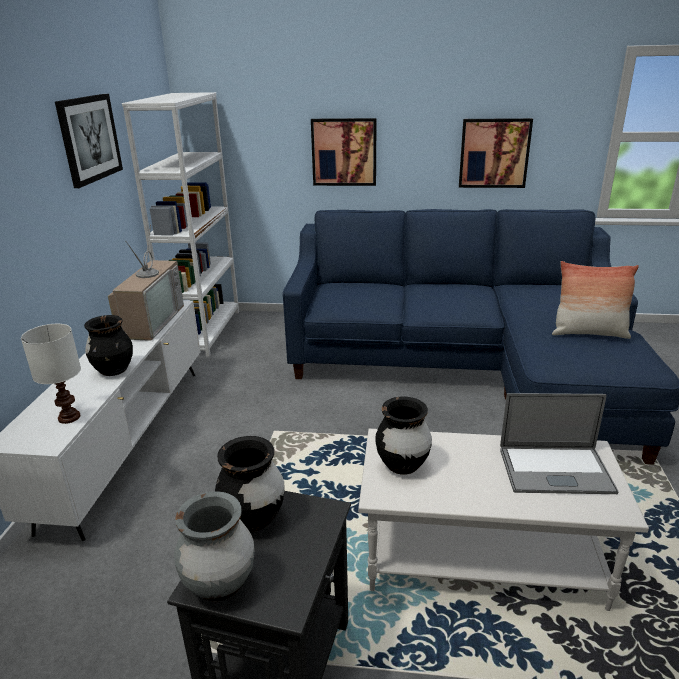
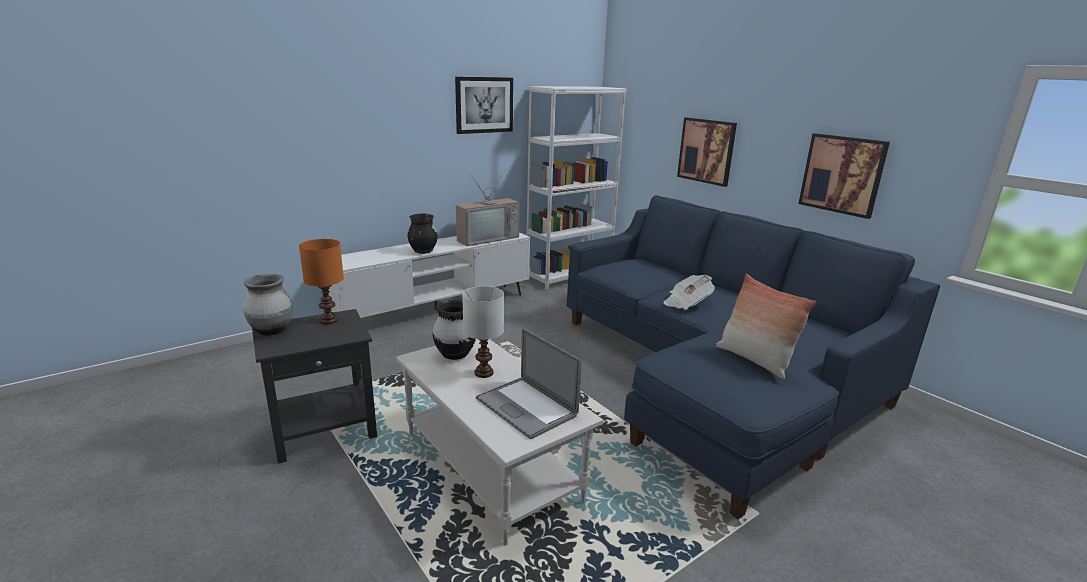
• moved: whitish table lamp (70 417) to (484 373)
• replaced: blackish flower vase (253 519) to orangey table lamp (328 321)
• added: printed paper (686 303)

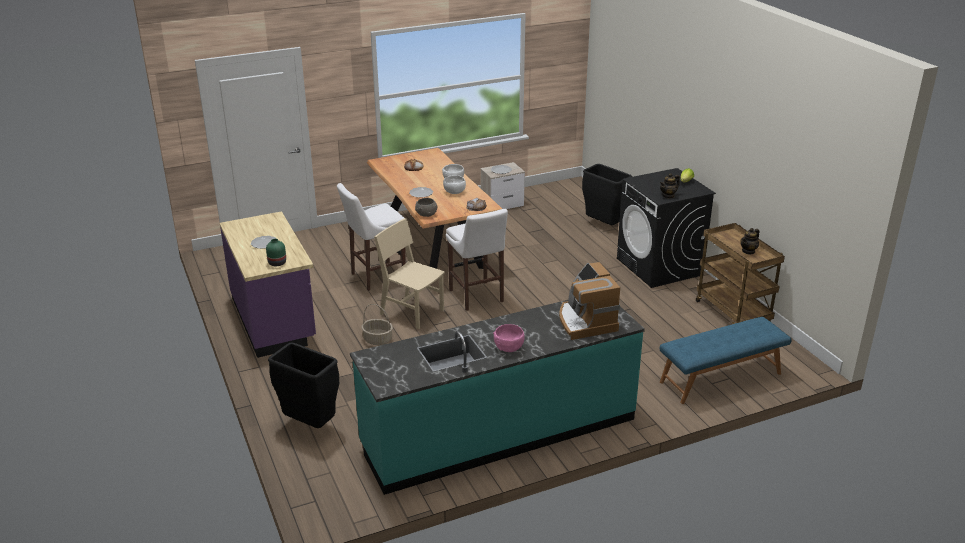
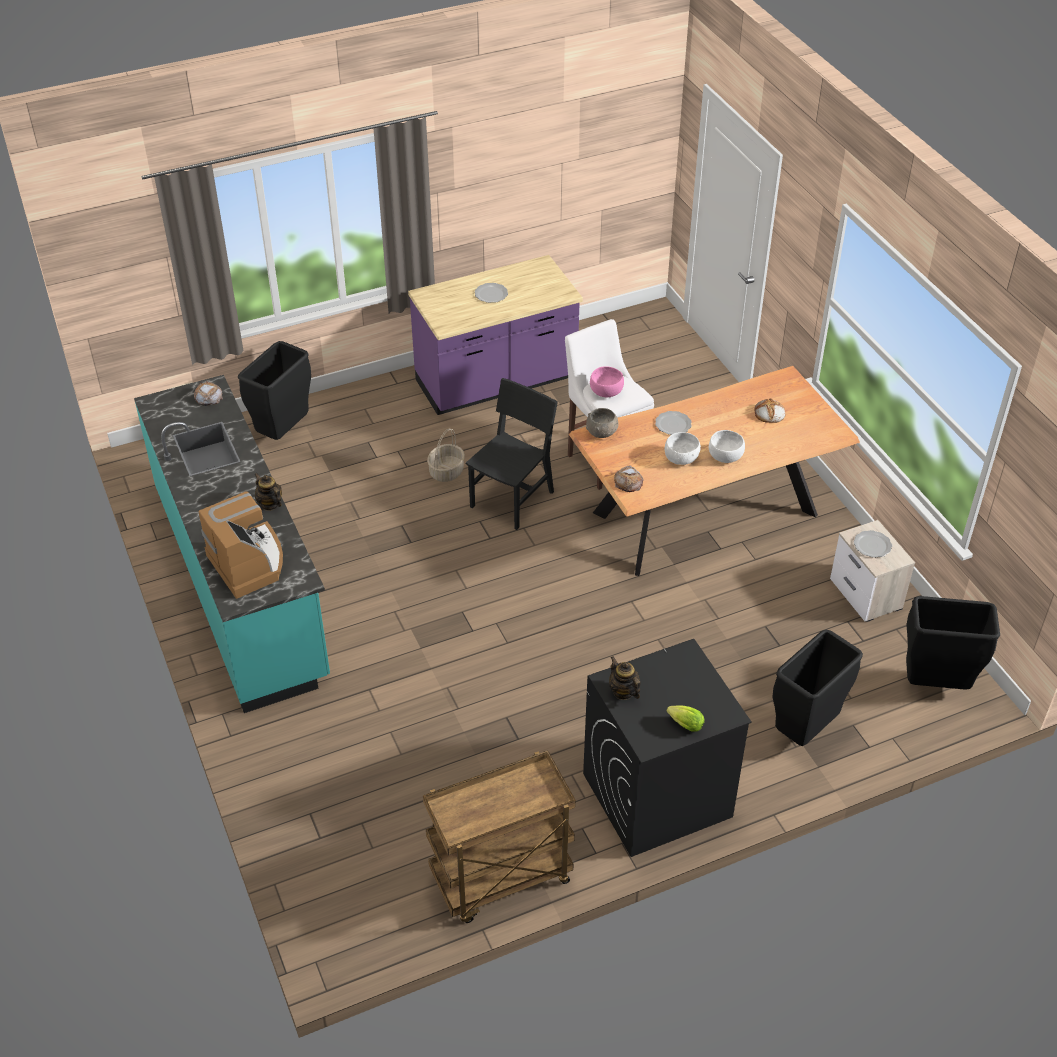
• removed: whitish sitting stool (477 297)
• recoloured: beige chair (412 312) to blackish chair (512 499)
• moved: tea pot (748 251) to (270 504)
• removed: green flower vase (277 263)
• turned: coffee maker (585 321) = (249 563) 75 degrees clockwise
• removed: blue bench (721 378)
• moved: pinkish serving bowl (508 347) to (606 392)
• added: bread (208 397)
• added: blackish trash can (935 684)

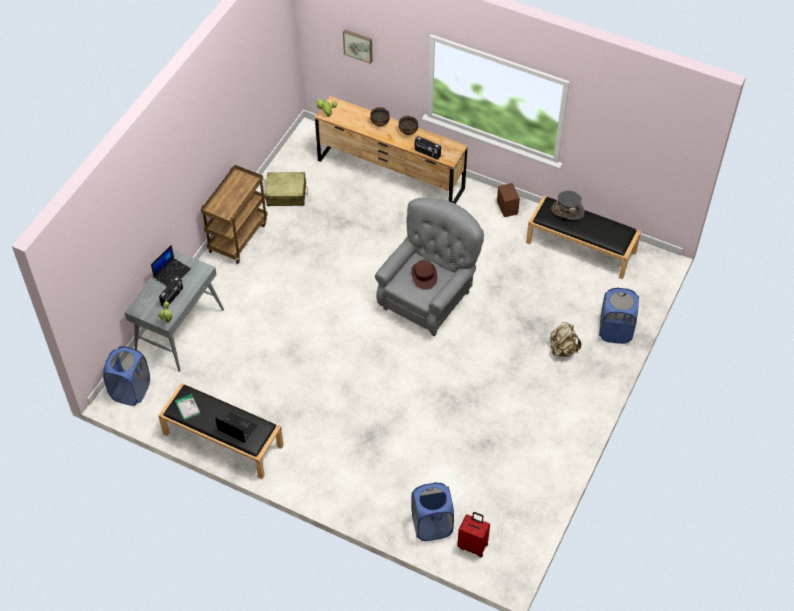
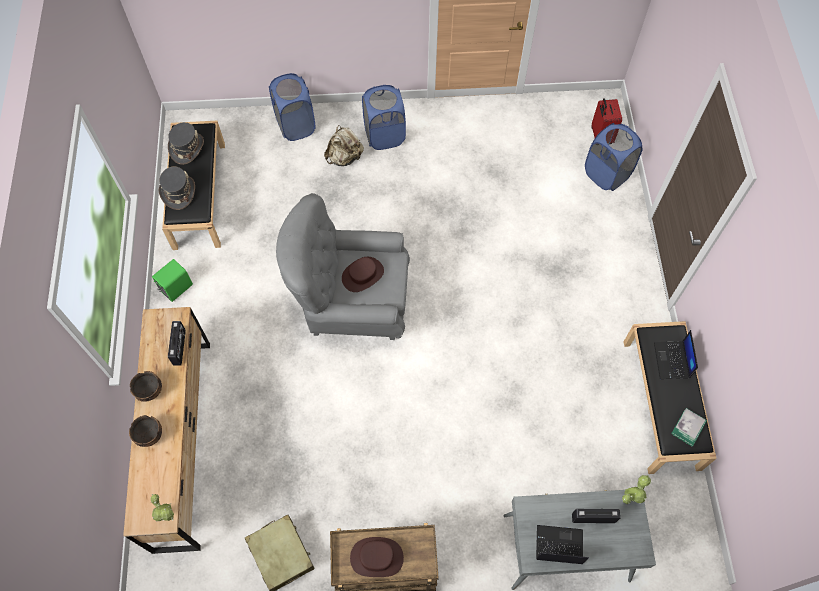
• removed: wall picture (358 45)
• recoloured: brown-coloured audio speaker (507 208) to green audio speaker (175 287)
• moved: blue hamper (131 391) to (384 135)
• added: gray hat (187 148)
• added: brown-coloured hat (376 557)

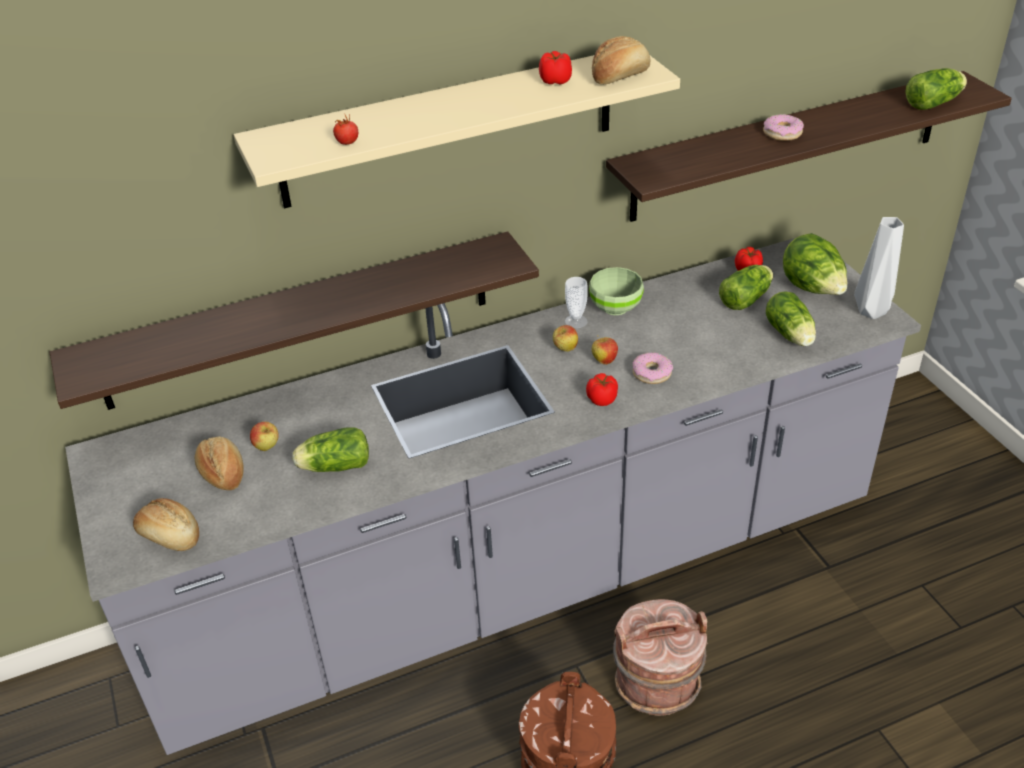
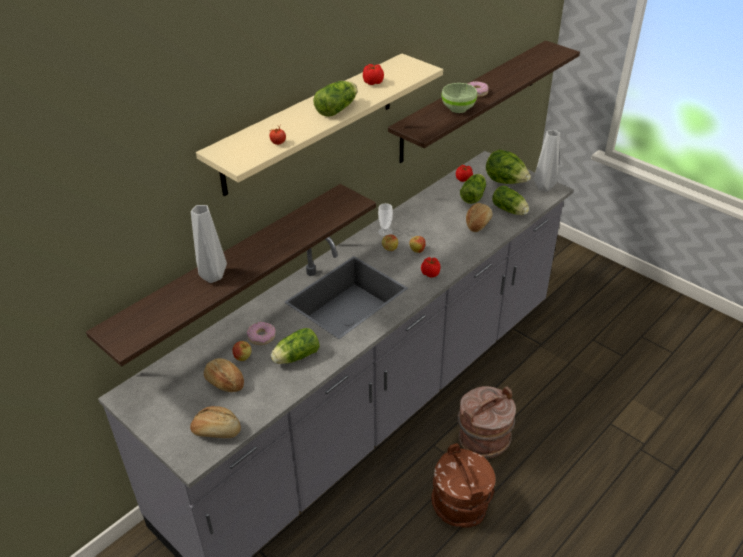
• moved: bread (619 76) to (478 224)
• moved: lettuce head (935 103) to (338 109)
• moved: green serving bowl (615 308) to (458 109)
• moved: donut (652 373) to (261 336)
• added: gray flower vase (213 276)

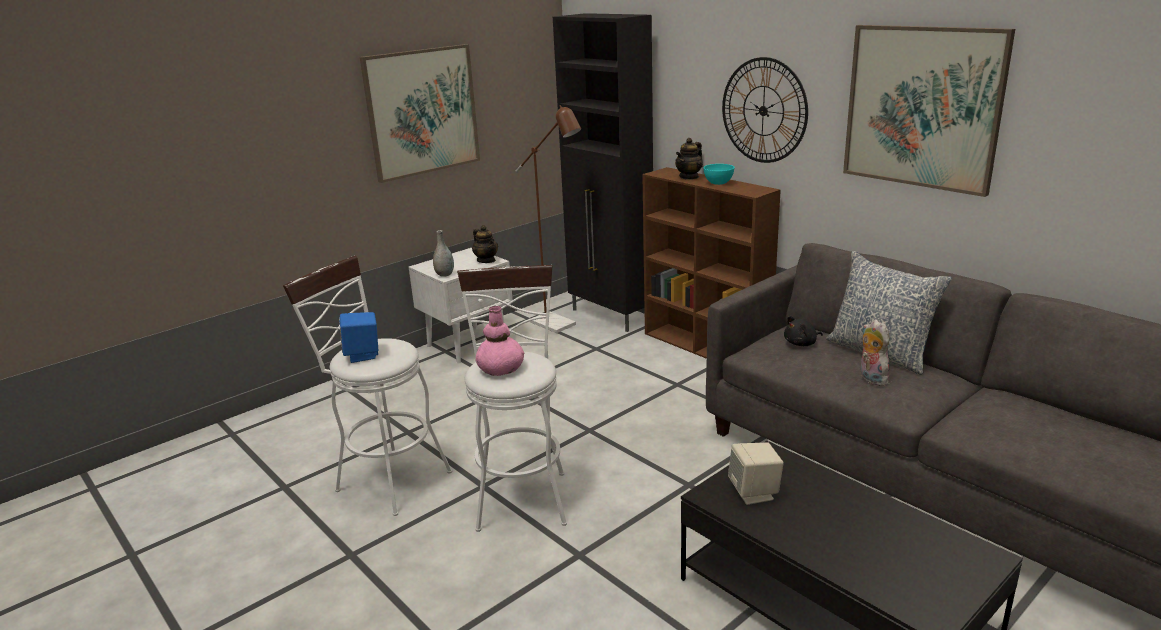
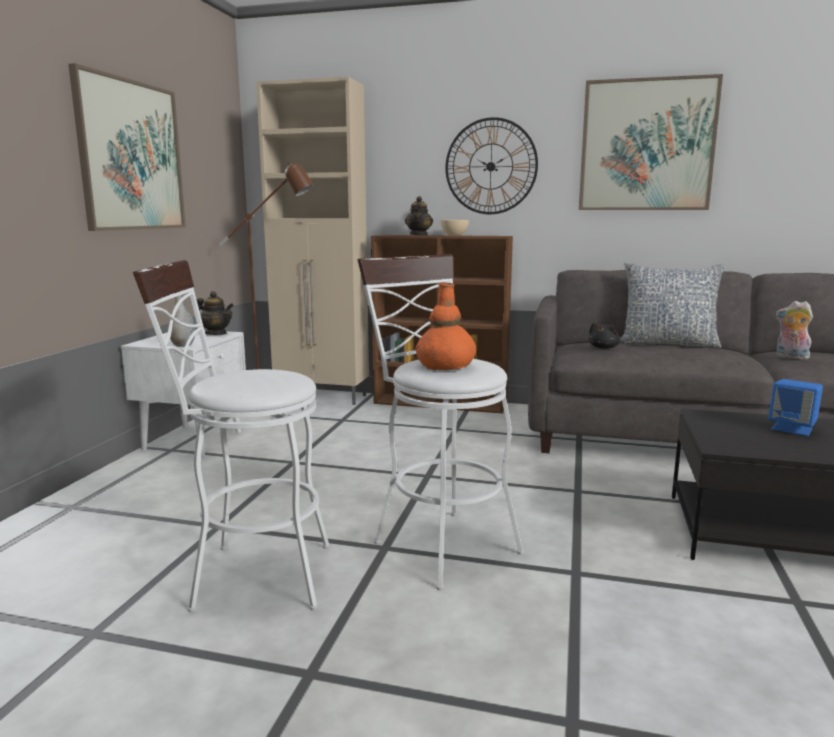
• recoloured: blackish cabinet (611 316) to beige cabinet (323 397)
• recoloured: turquoise serving bowl (718 183) to beige serving bowl (454 235)
• recoloured: pinkish flower vase (500 368) to orangey flower vase (445 366)
• moved: blue audio speaker (363 355) to (792 429)
• moved: soft toy (870 379) to (790 357)
• removed: beige audio speaker (754 493)

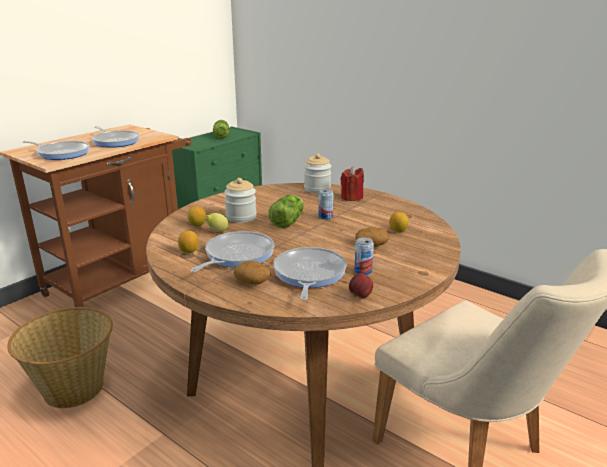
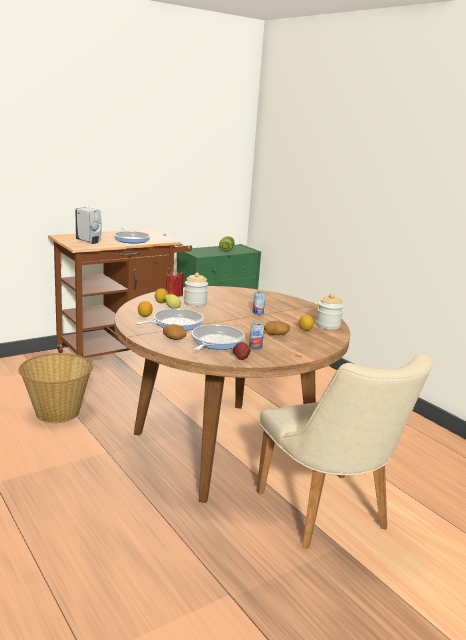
• replaced: skillet (61 153) to whitish liquid soap bottle (89 242)
• moved: jar (317 189) to (328 325)
• moved: red-coloured wax candle (351 197) to (174 294)
• removed: lettuce head (288 221)

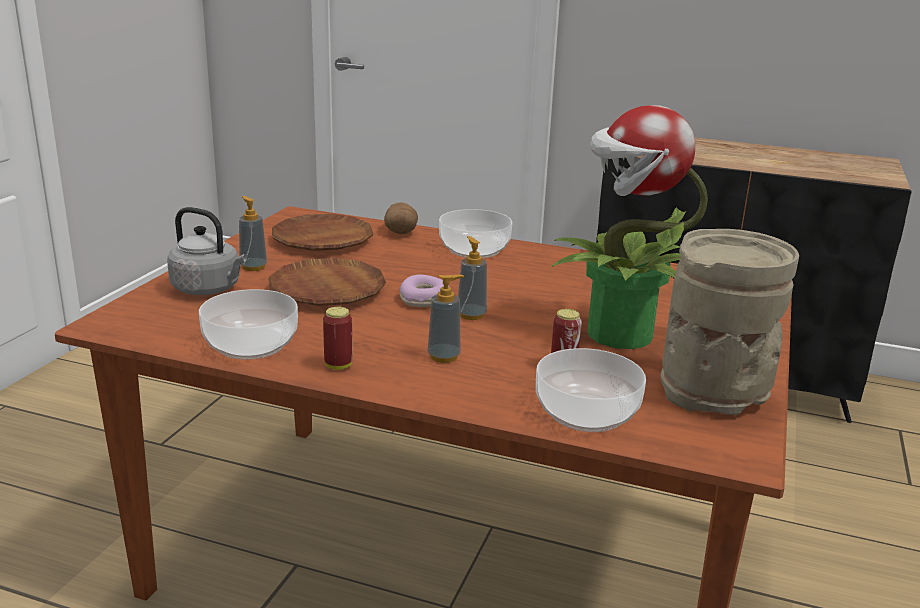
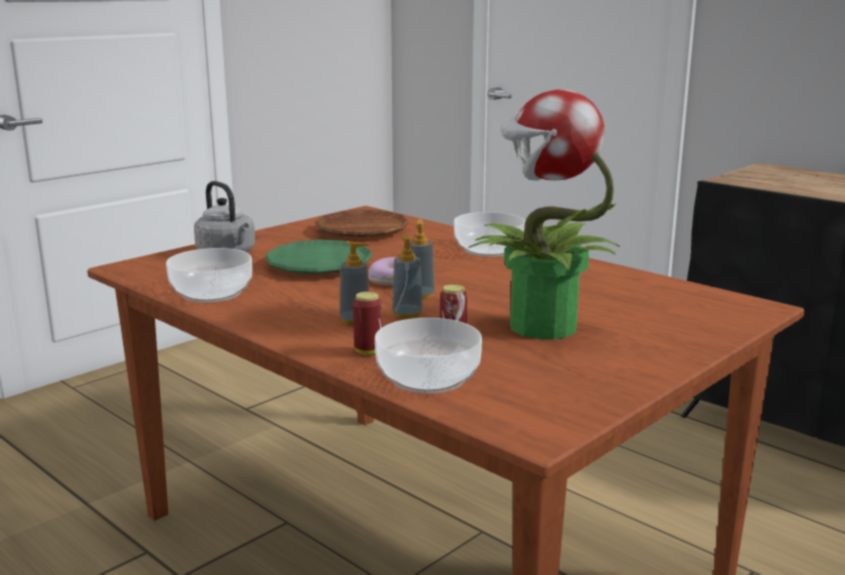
• moved: liquid soap bottle (253 267) to (407 315)
• removed: spud (400 232)
• removed: beige flower vase (715 392)
• recoloured: brown-coloured plate (327 290) to green plate (319 265)
• moved: sealed can (338 366) to (368 351)

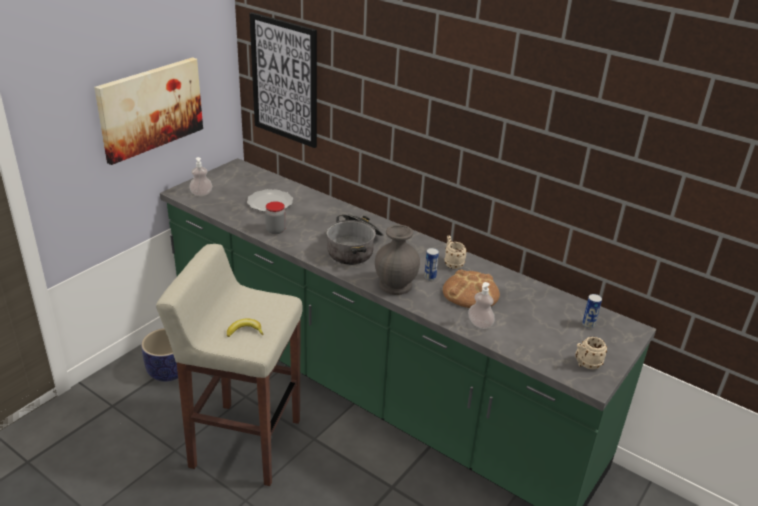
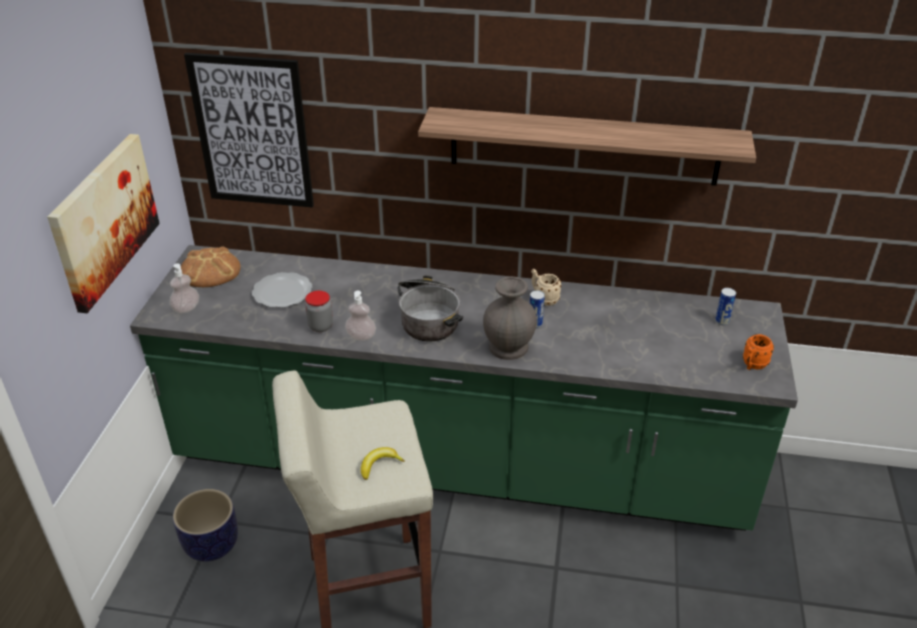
• moved: bread (470 292) to (209 271)
• moved: liquid soap bottle (480 324) to (361 336)
• recoloured: beige mug (586 364) to orangey mug (752 365)
• added: bracket shelf (583 146)

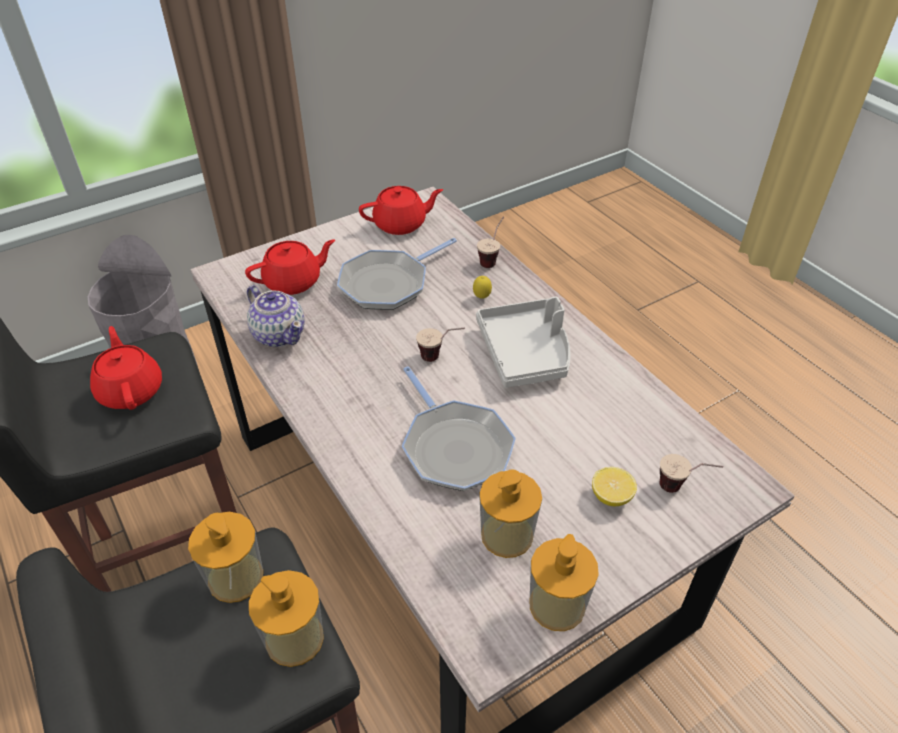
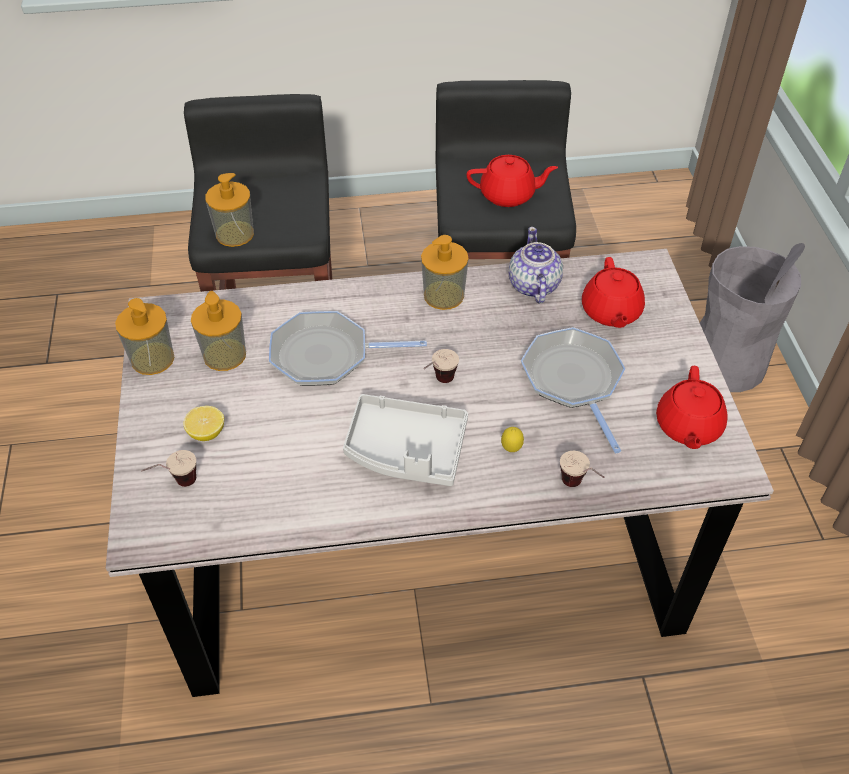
• turned: tea pot (279 334) = (533 286) 105 degrees clockwise
• moved: liquid soap bottle (235 577) to (443 295)

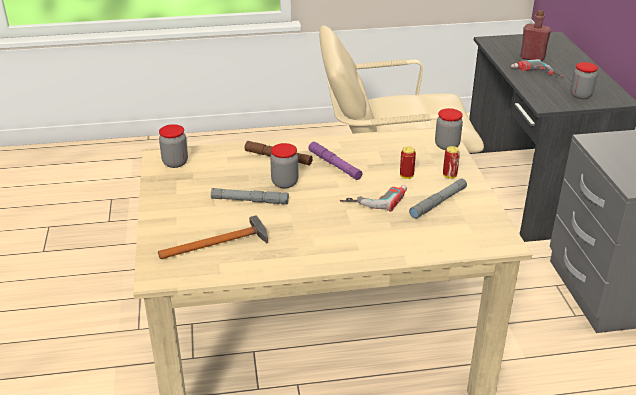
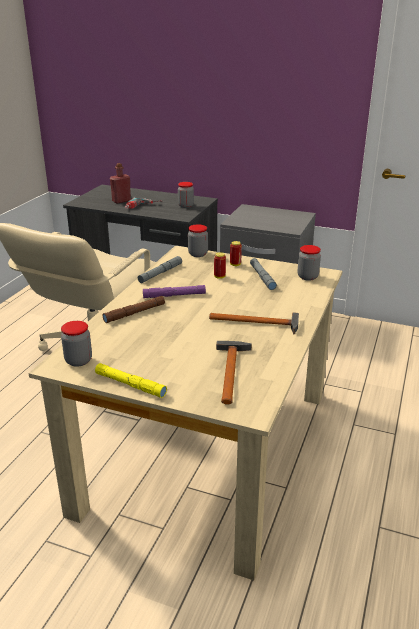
• moved: jar (284 183) to (307 277)
• removed: power drill (374 198)
• moved: gray hand torch (250 200) to (160 273)
• added: tool hammer (258 323)
• added: yellowish hand torch (130 384)

